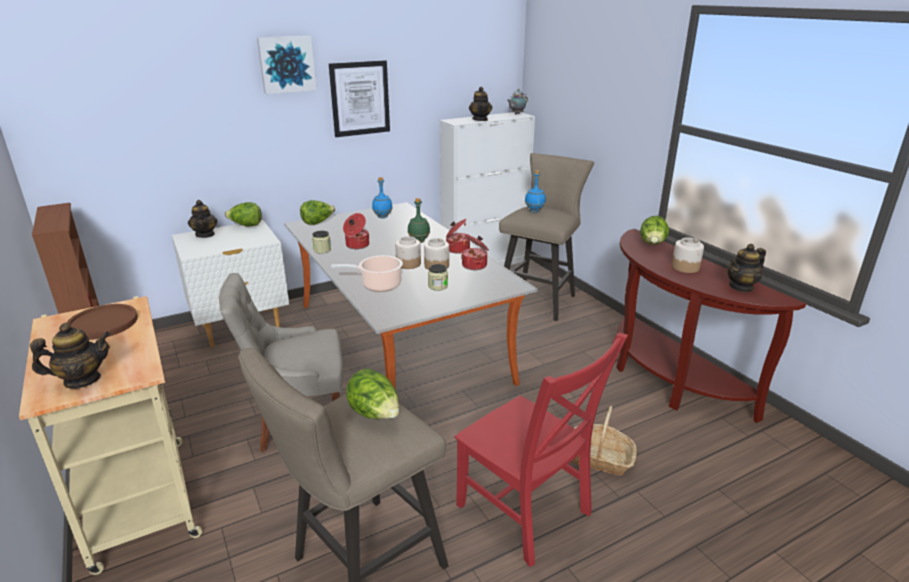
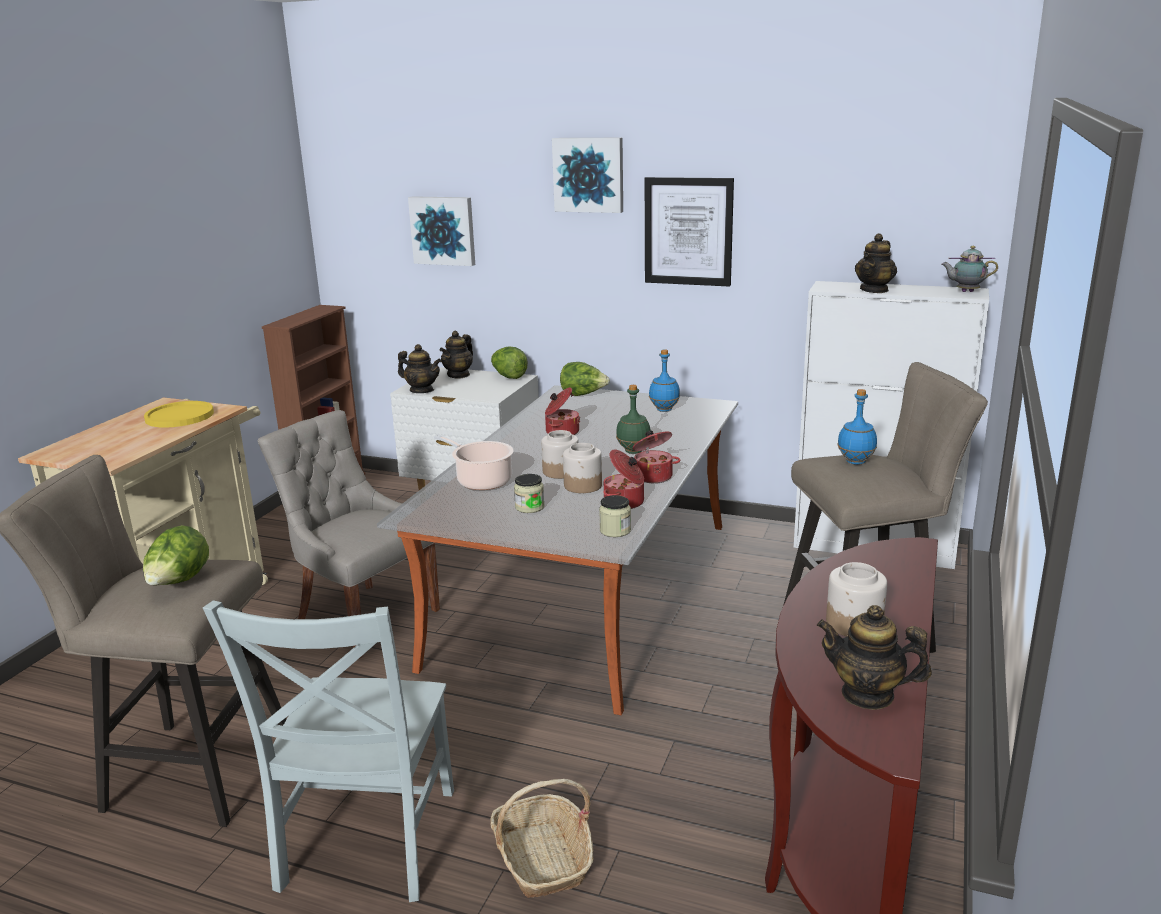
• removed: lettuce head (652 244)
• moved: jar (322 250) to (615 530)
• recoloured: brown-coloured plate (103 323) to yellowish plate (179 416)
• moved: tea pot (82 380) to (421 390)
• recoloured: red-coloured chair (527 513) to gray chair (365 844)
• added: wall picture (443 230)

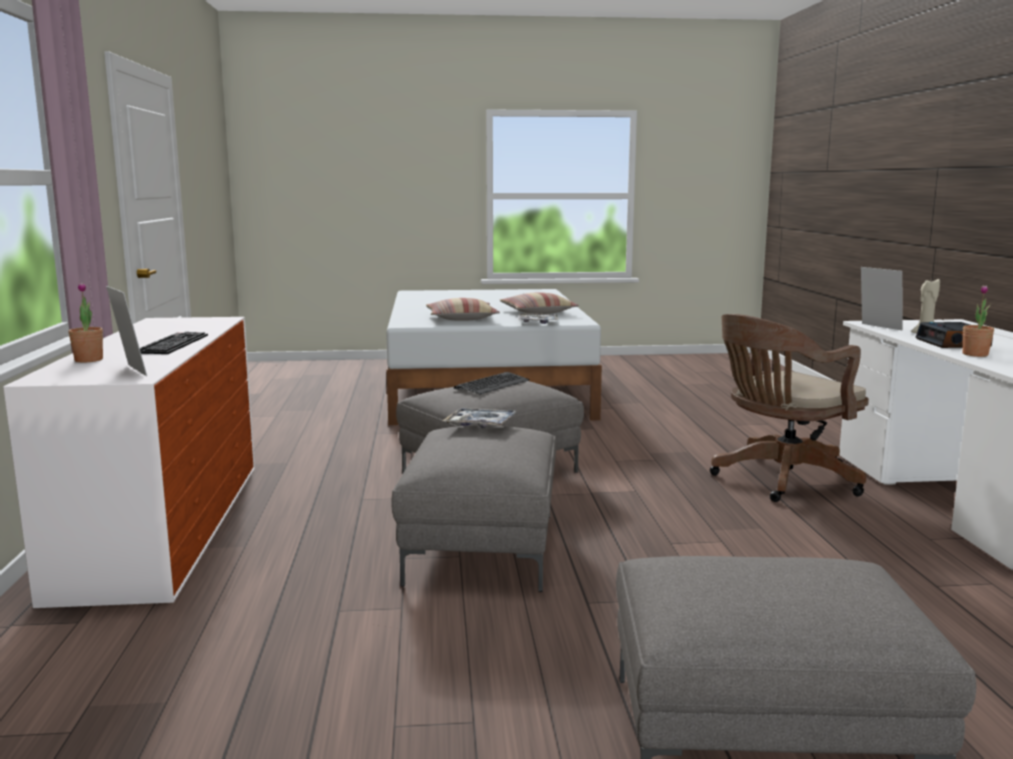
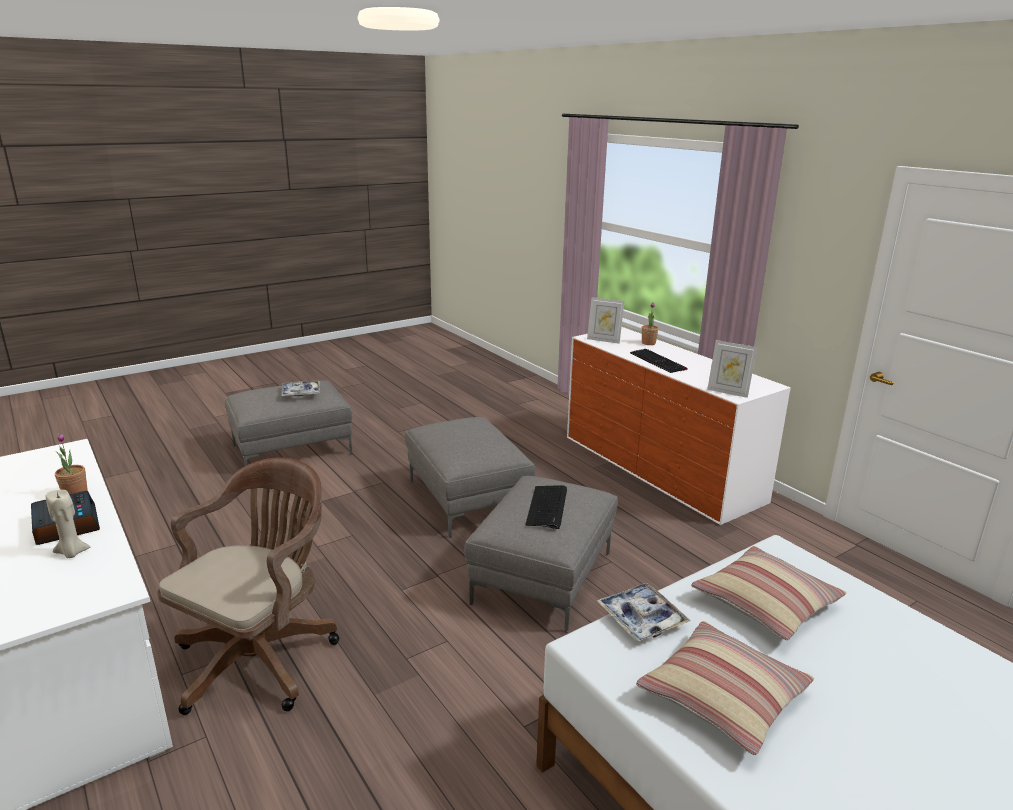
• moved: standing frame (878 327) to (728 392)
• moved: serving tray (480 424) to (301 393)

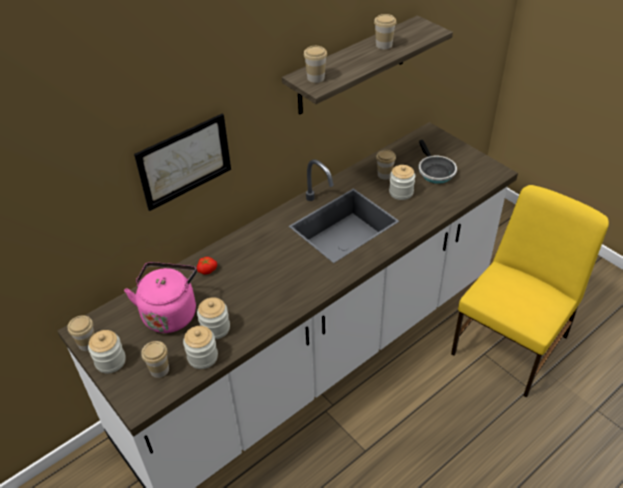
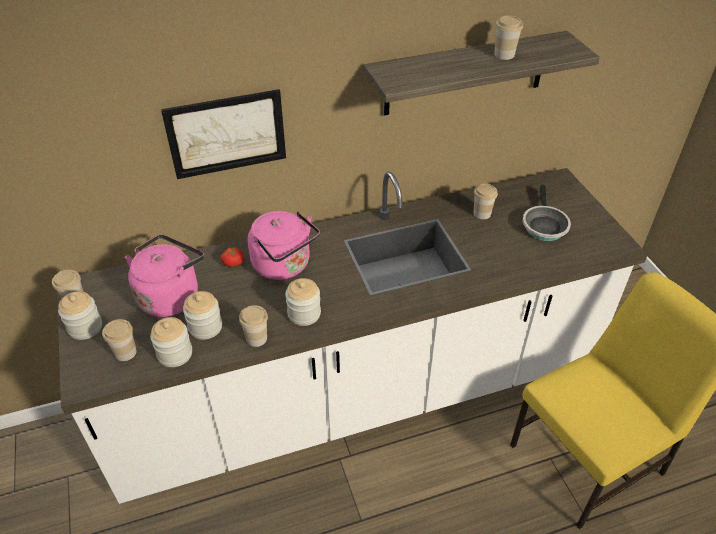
• moved: drinking cup (315 78) to (256 338)
• moved: jar (401 192) to (304 314)
• added: pinkish tea kettle (284 266)

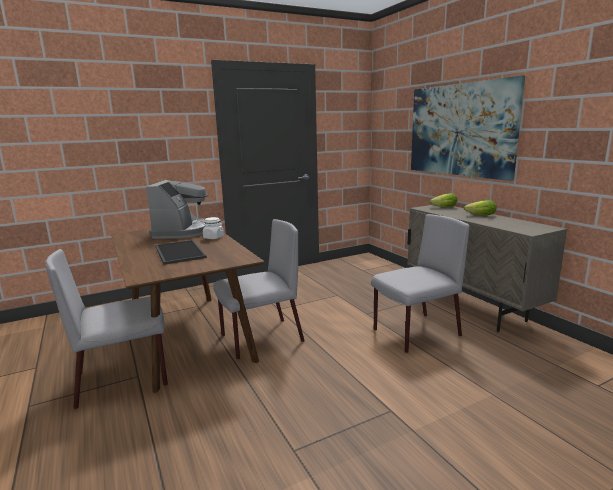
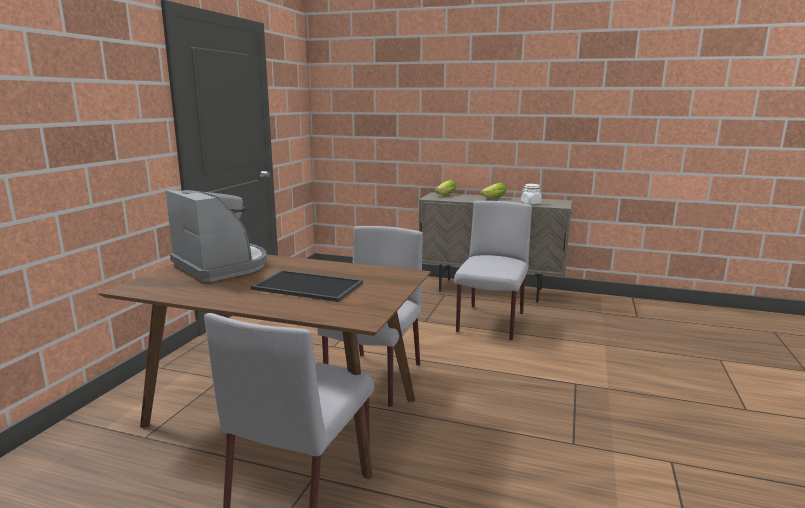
• removed: wall picture (460 130)
• moved: whitish jar (213 237) to (530 203)

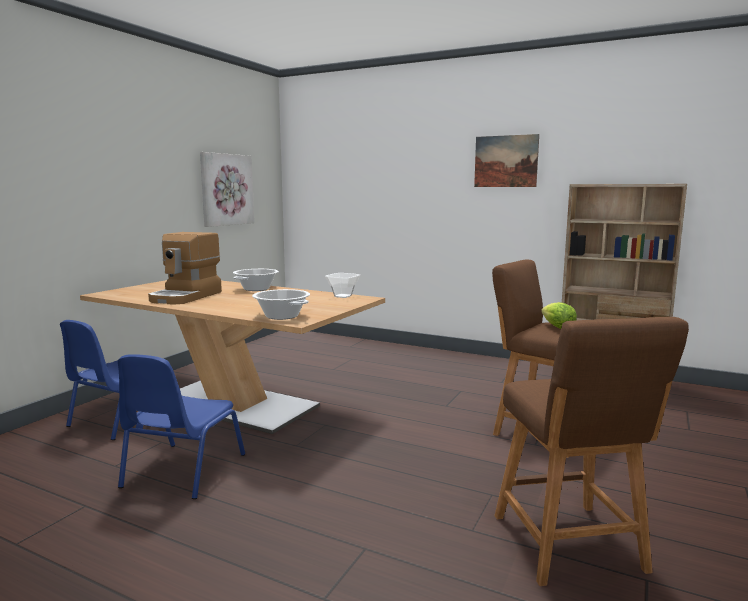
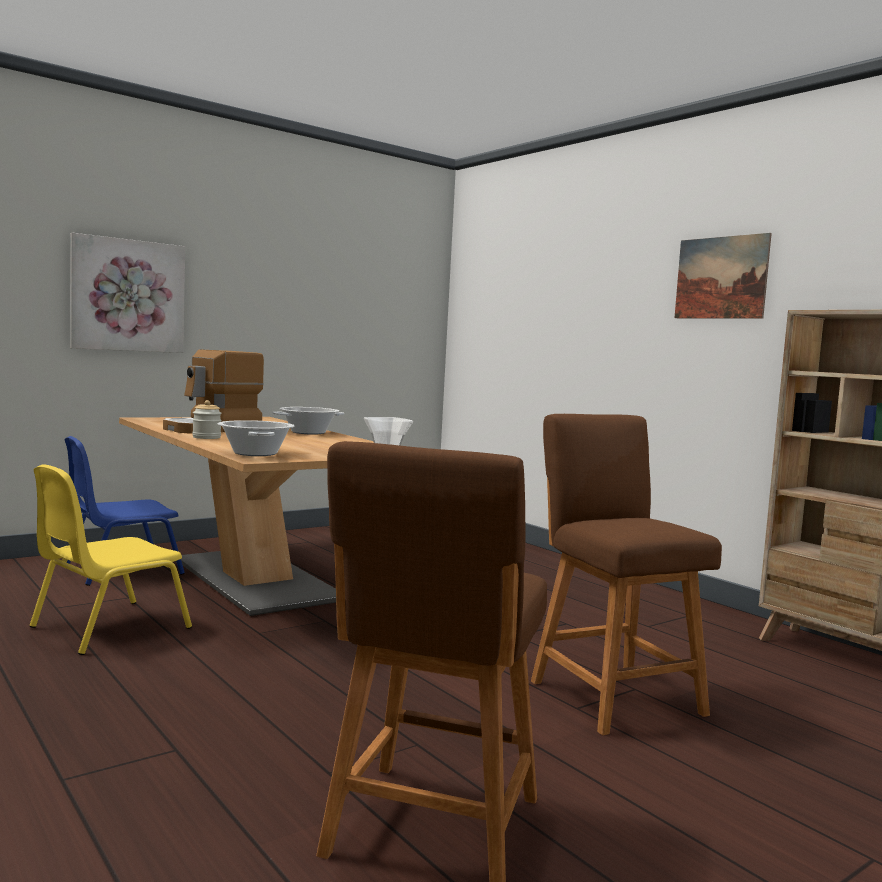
• moved: wall picture (226 189) to (127 295)
• removed: lettuce head (557 327)
• recoloured: blue chair (182 471) to yellowish chair (107 627)
• added: jar (206 437)

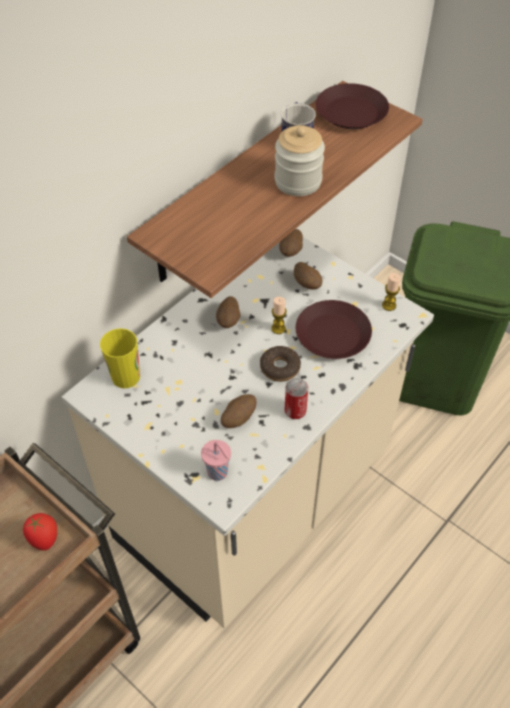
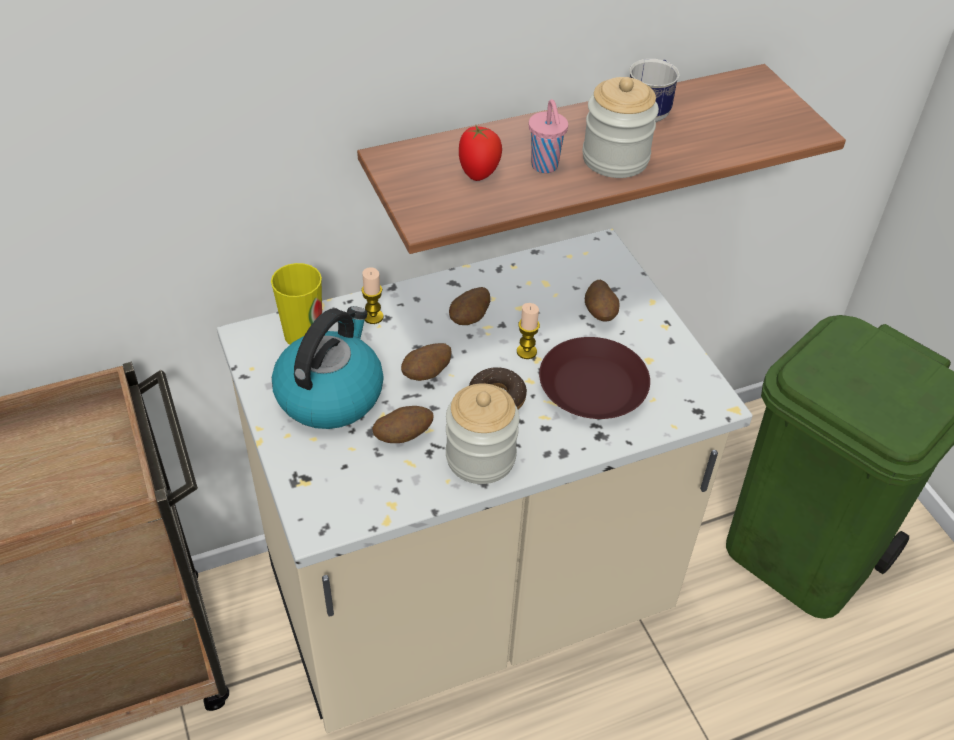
• removed: brown-coloured plate (350 113)
• moved: spud (291 251) to (427 374)
• moved: wax candle (389 305) to (373 317)
• replaced: sealed can (295 411) to jar (480 457)
• moved: pinkish drinking cup (218 473) to (545 167)
• moved: tomato (45 539) to (479 174)
• added: tea kettle (330 394)

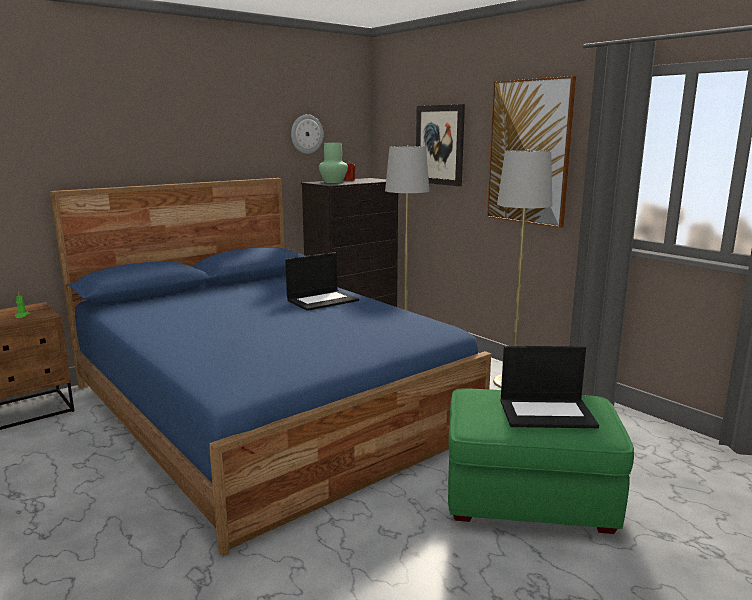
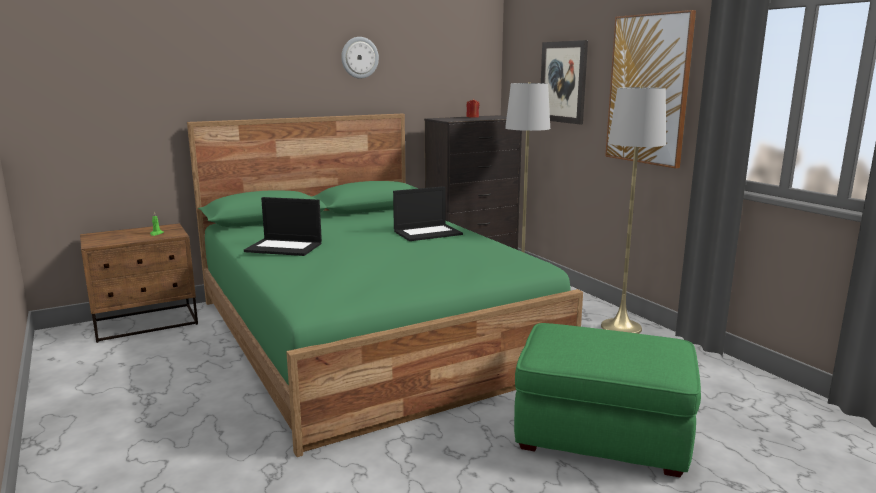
• moved: hanging clock (306 134) to (359 57)
• removed: green flower vase (334 182)
• recoloured: blue bedroom bed (265 408) to green bedroom bed (367 333)
• moved: portable computer (547 413) to (285 247)

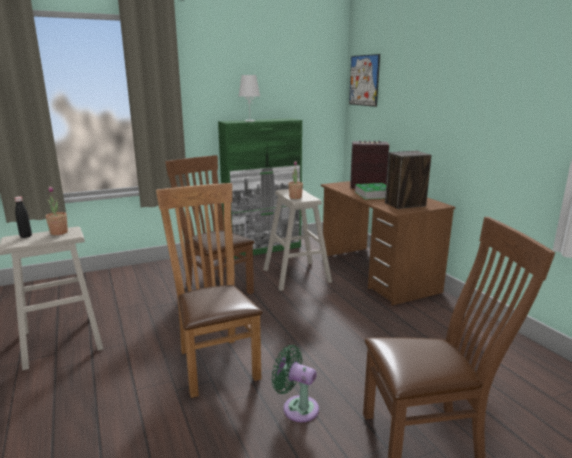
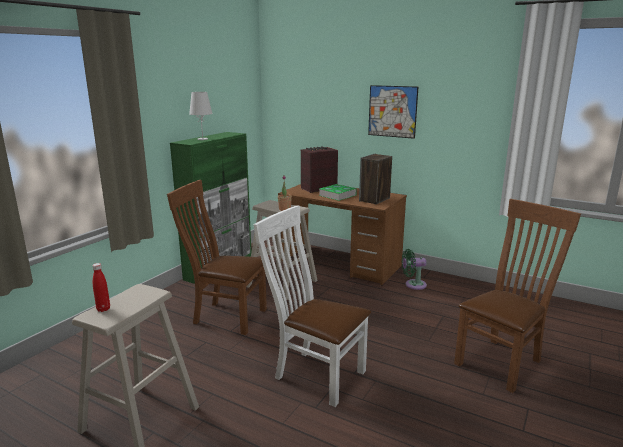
• moved: wall picture (364 80) to (392 111)
• recoloured: brown-coloured chair (215 361) to whitish chair (315 374)
• removed: potted plant (59 232)
• recoloured: blackish bottle (26 236) to red-coloured bottle (103 309)
• moved: green electric fan (297 407) to (413 285)

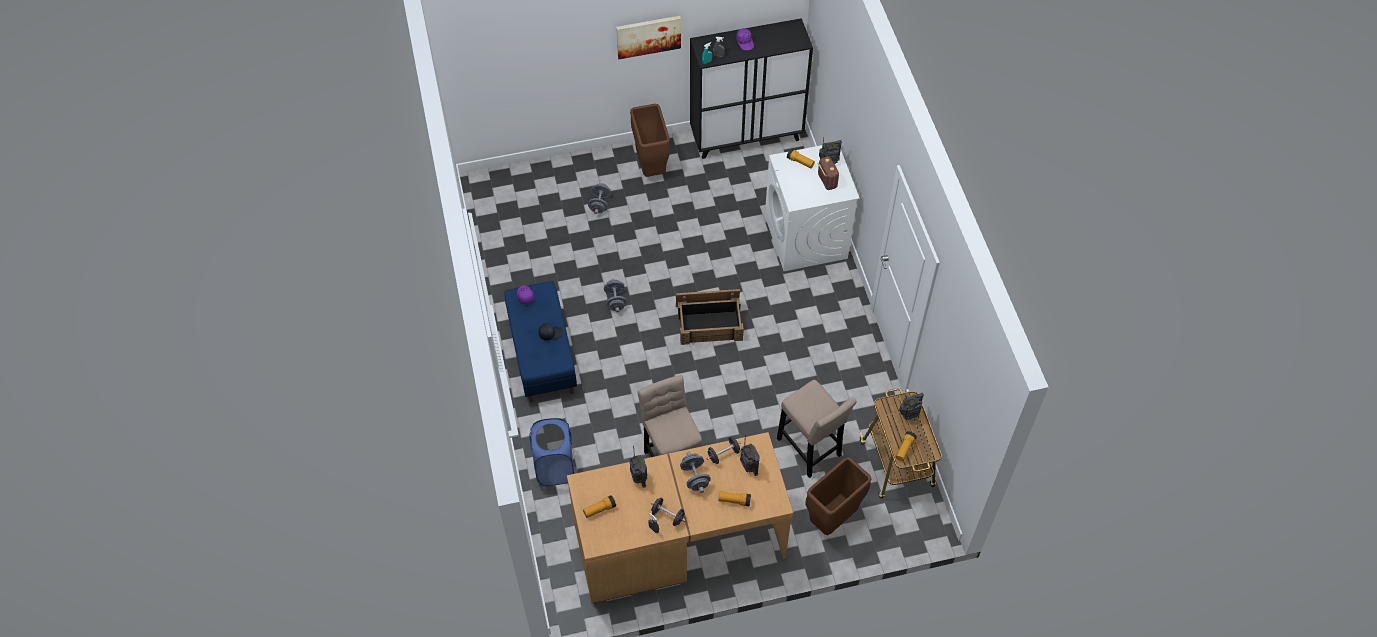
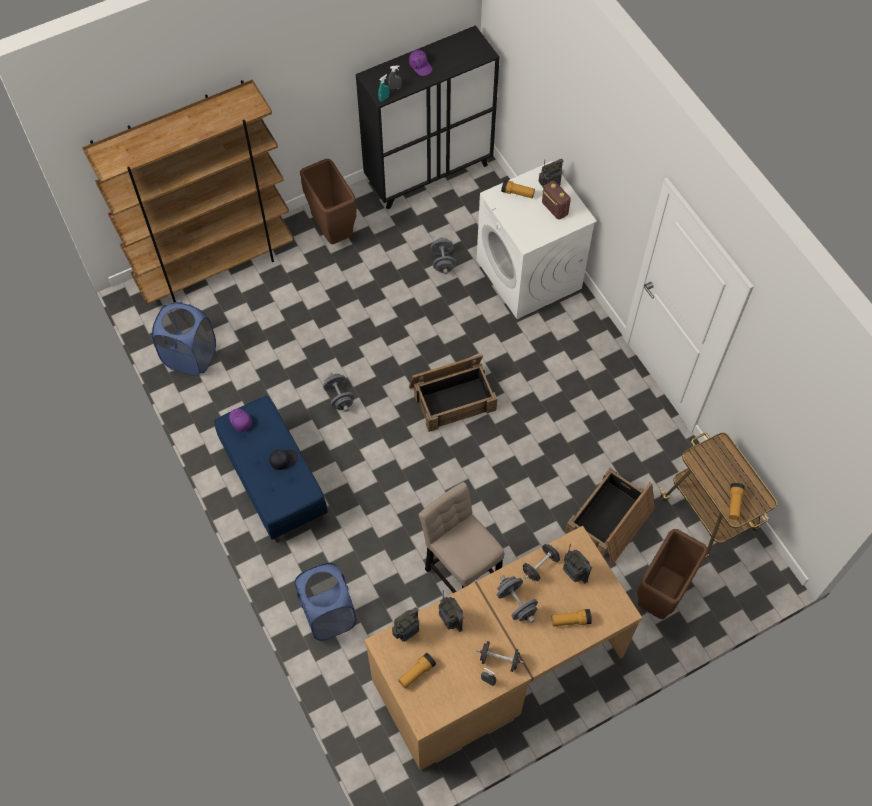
• removed: wall picture (648 36)
• moved: gray dumbbell (600 204) to (443 262)
• replaced: beige sitting stool (810 450) to packing crate (610 521)
• moved: radio receiver (909 415) to (407 632)
• added: brown-coloured bookshelf (216 266)
• added: blue hamper (190 356)

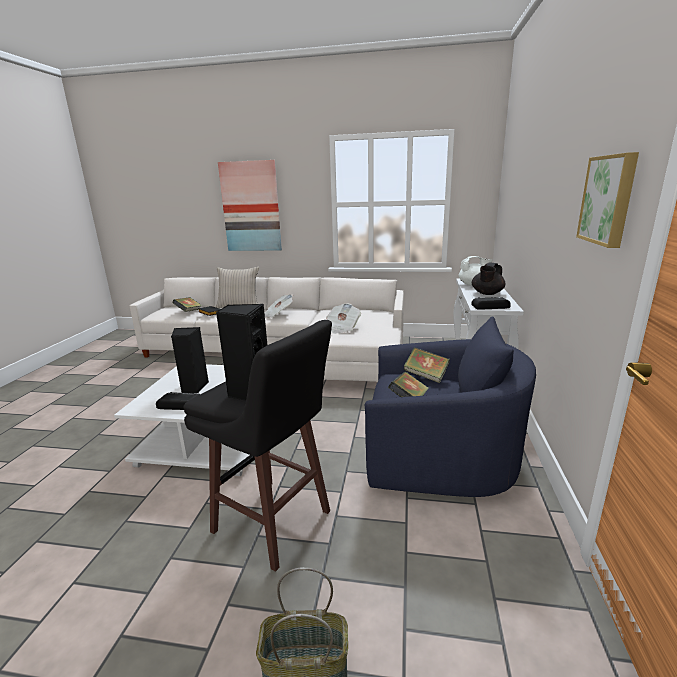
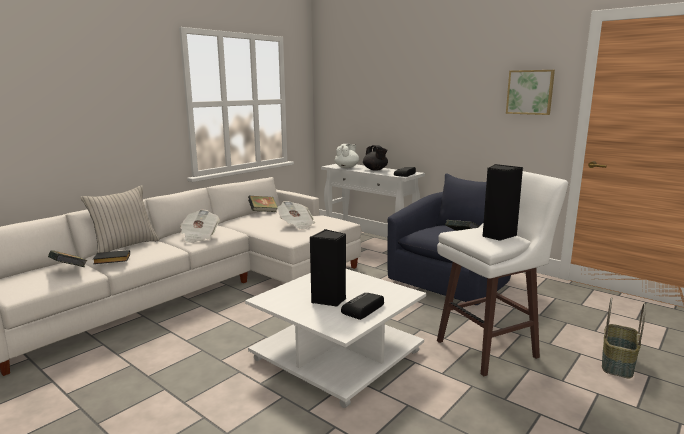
• removed: wall picture (251 207)
• recoloured: blackish sitting stool (274 524) to whitish sitting stool (489 349)
• moved: volume (426 376) to (263 212)

